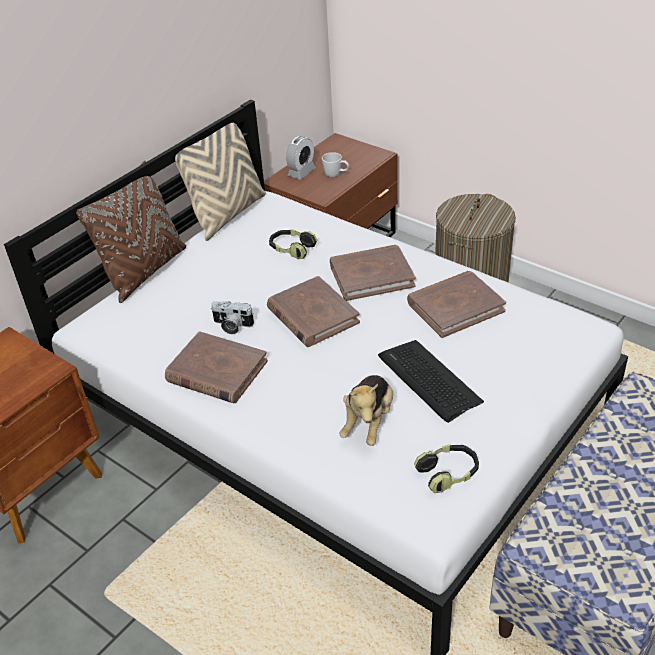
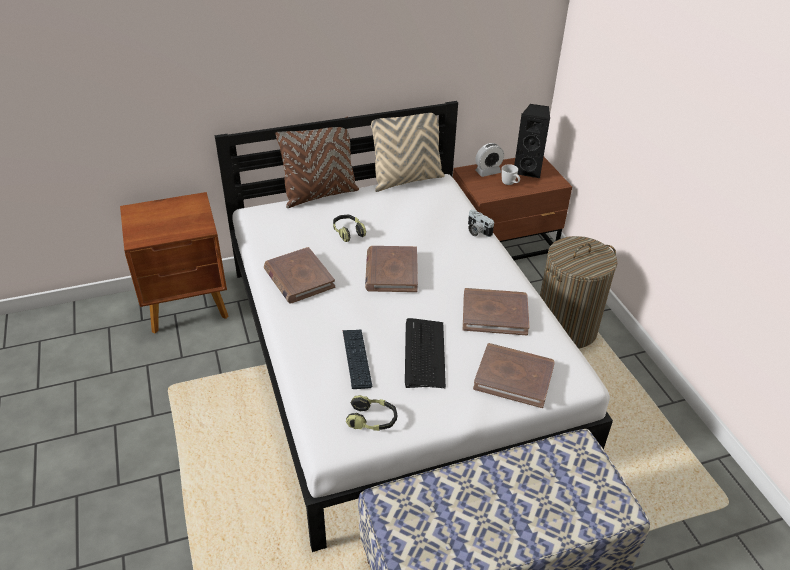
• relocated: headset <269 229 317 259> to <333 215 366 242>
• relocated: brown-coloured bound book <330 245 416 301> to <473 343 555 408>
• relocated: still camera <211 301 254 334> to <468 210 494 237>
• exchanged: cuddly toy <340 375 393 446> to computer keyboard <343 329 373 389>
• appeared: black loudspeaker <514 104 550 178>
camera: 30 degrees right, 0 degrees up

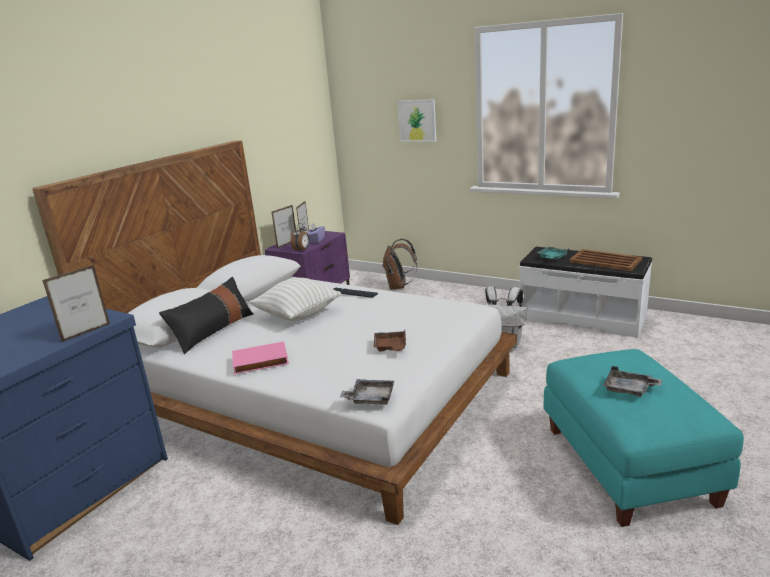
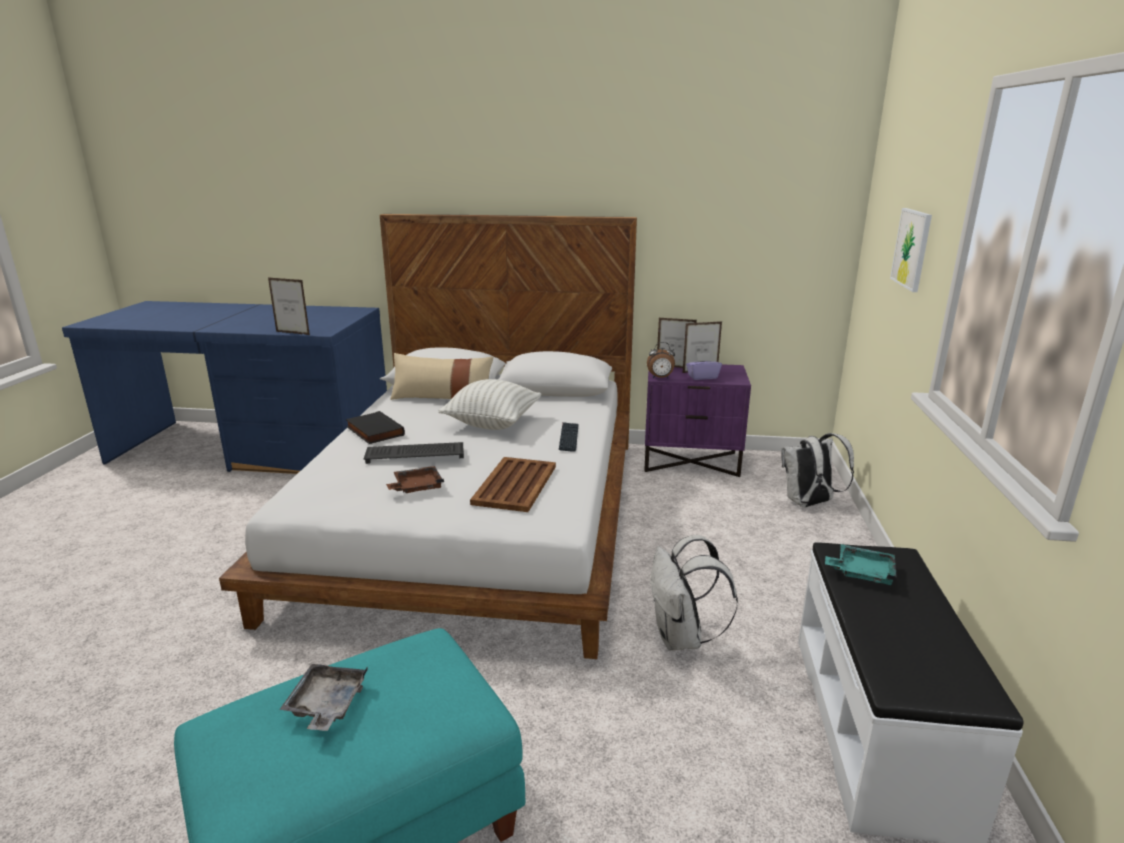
• colour: brown-coloured knapsack <382 239 417 290> to white-coloured knapsack <781 433 854 507>
• relocated: brown-coloured tray <569 249 642 271> to <470 457 556 512>
• colour: black cushion <159 277 253 354> to beige-coloured cushion <390 353 493 400>
• colour: pink bound book <232 341 289 374> to black bound book <346 411 405 444>
• missing: grey tray <340 379 394 405>
• appeared: computer keyboard <363 442 464 464>
camera: 65 degrees right, 0 degrees up

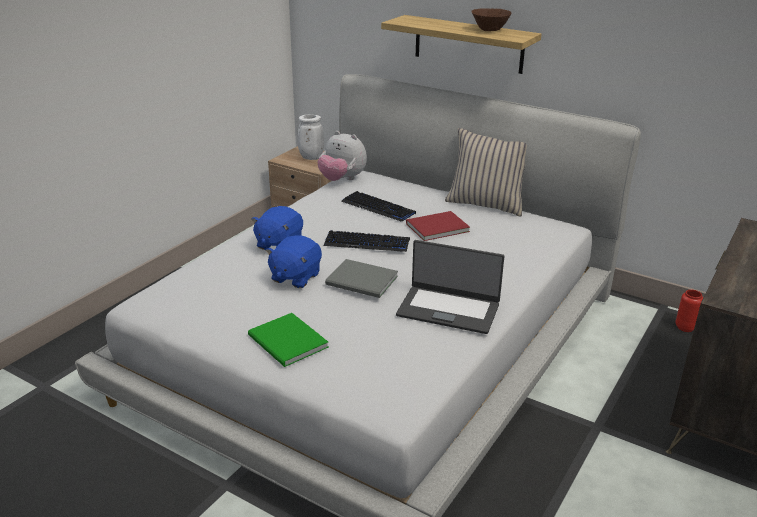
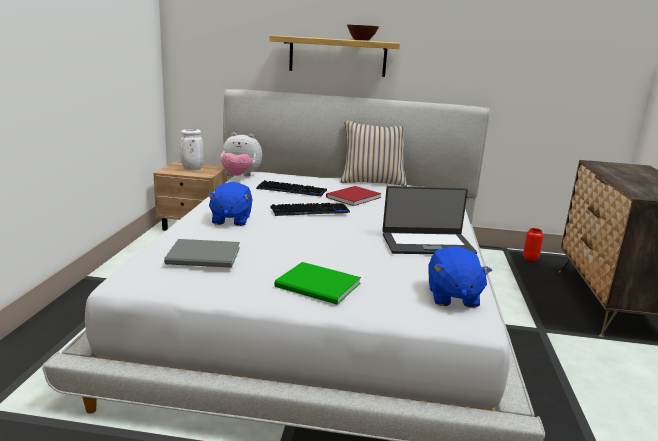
• relocated: bluish cuddly toy <265 235 322 288> to <428 246 492 308>
• relocated: grey bound book <325 259 398 298> to <164 239 240 268>
camera: 25 degrees left, 10 degrees down

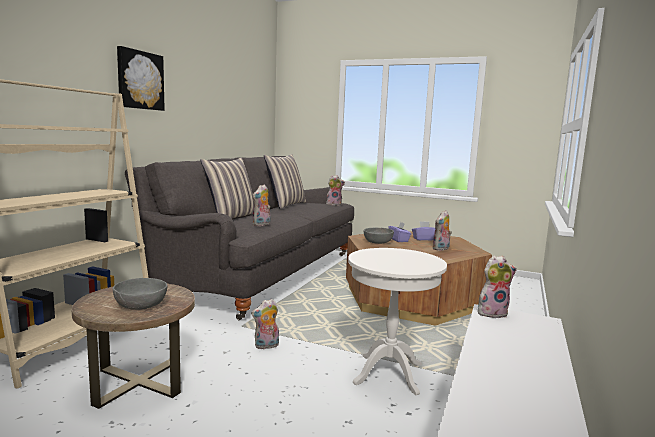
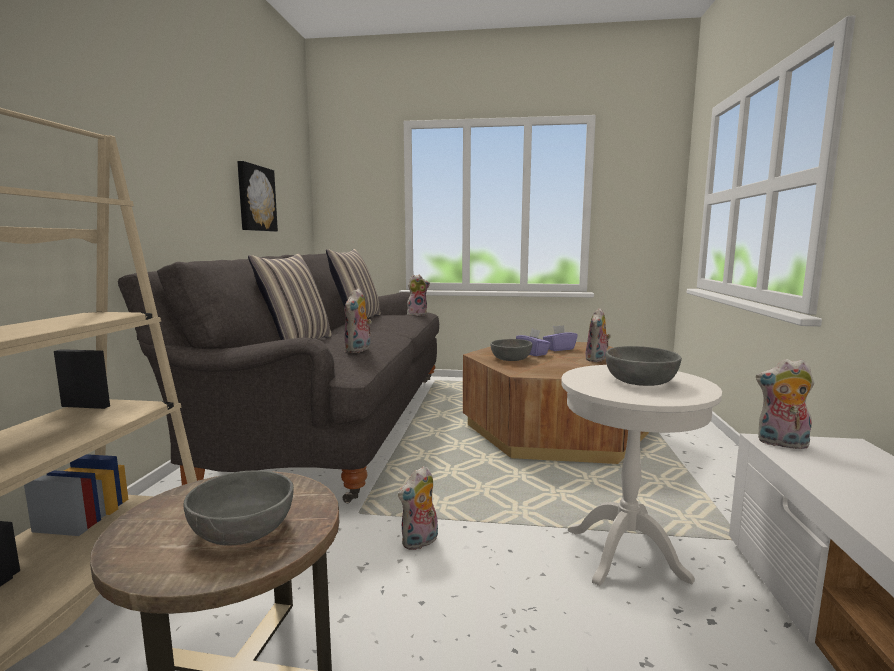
• relocated: wall picture <117 46 165 111> to <237 161 278 232>
• spun: cuddly toy <478 255 517 318> = <756 359 814 449> 135 degrees counterclockwise
• appeared: grey bowl <605 346 682 386>
camera: 15 degrees left, 0 degrees up

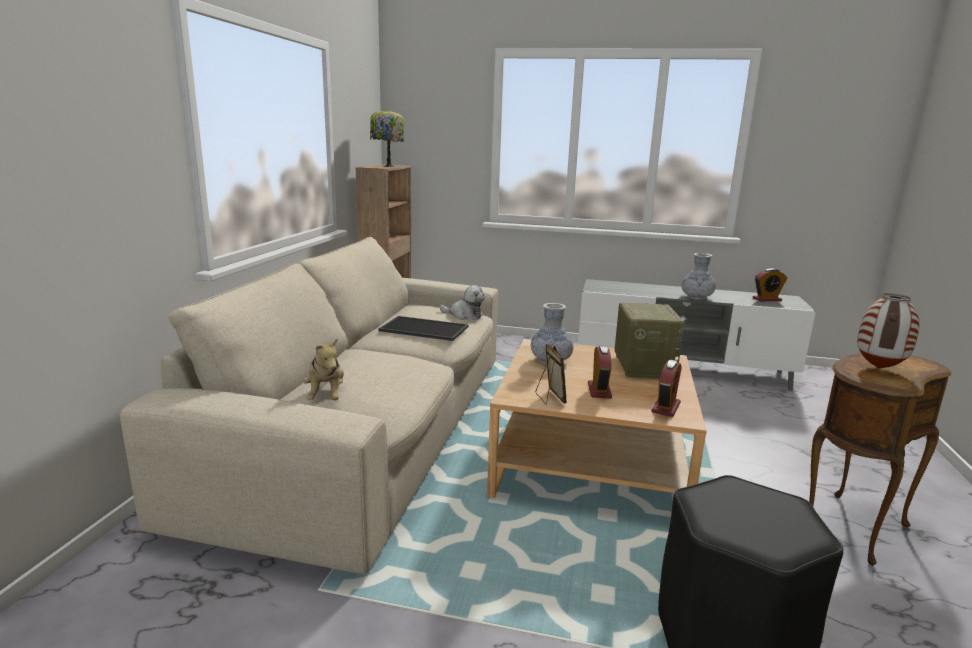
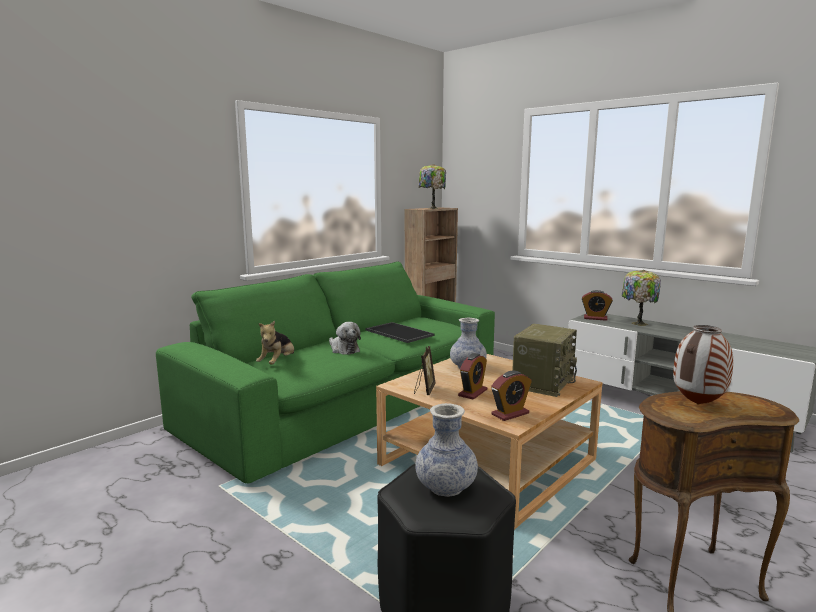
• colour: beige-coloured settee <120 237 498 574> to green-coloured settee <156 262 495 484>
• relocated: flower vase <682 253 716 300> to <415 403 478 497>
• relocated: table clock <753 268 788 302> to <582 290 613 321>
• relocated: cuddly toy <440 285 485 320> to <329 322 361 355>
• appeared: table lamp <622 270 661 326>
camera: 30 degrees right, 5 degrees down

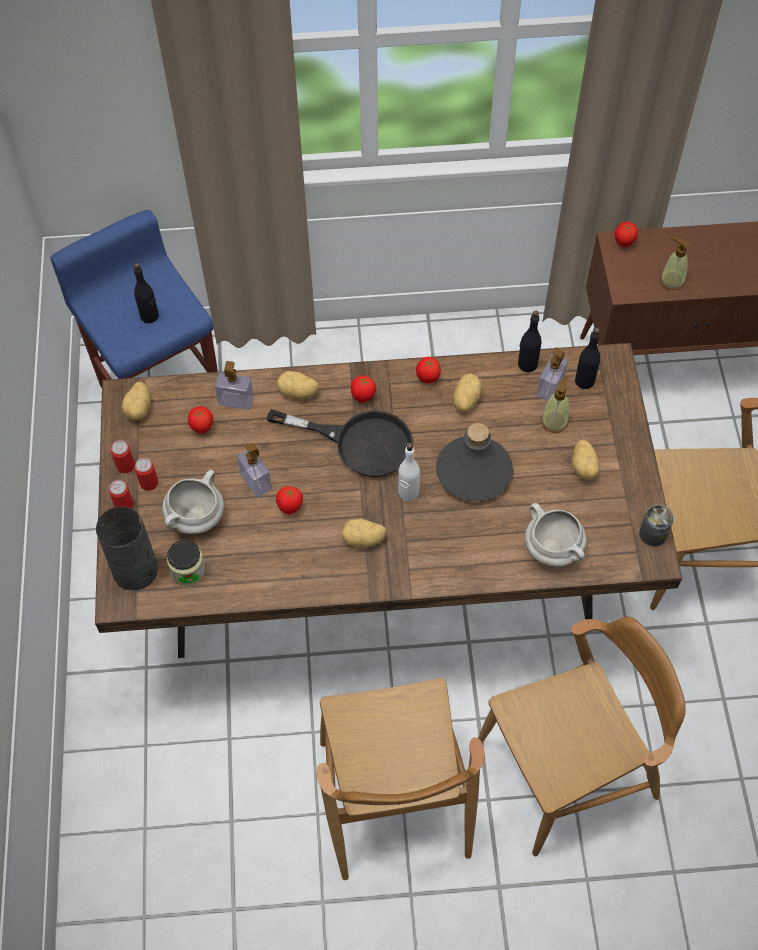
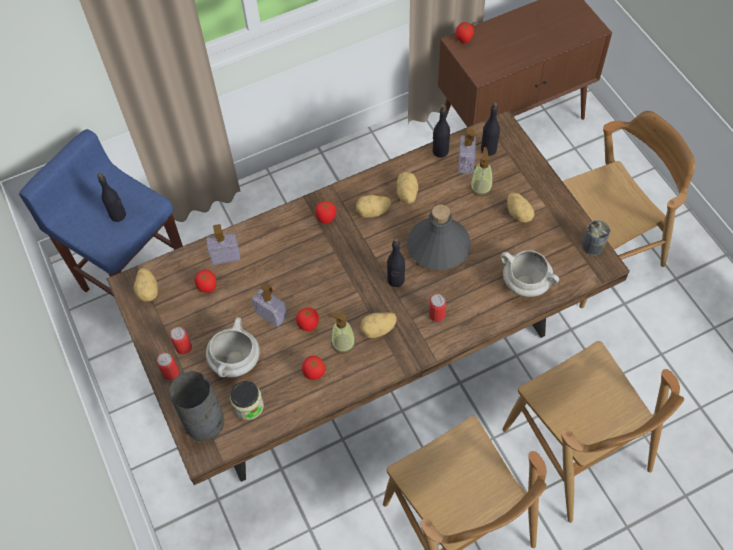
• relocated: liquid soap bottle <660 237 690 290> to <327 313 356 354>
• relocated: tomato <416 357 441 383> to <302 356 325 380>
• relocated: potato <277 371 319 399> to <356 195 391 218>
• missing: black frying pan <267 409 413 477>
• relocated: sealed can <111 440 135 473> to <429 294 446 322>
• colour: white-coloured drink bottle <398 442 420 501> to black drink bottle <387 238 405 287>
• spun: brown-coloured plain chair <478 617 686 856> = <502 341 684 523> 105 degrees clockwise
camera: 20 degrees left, 0 degrees up

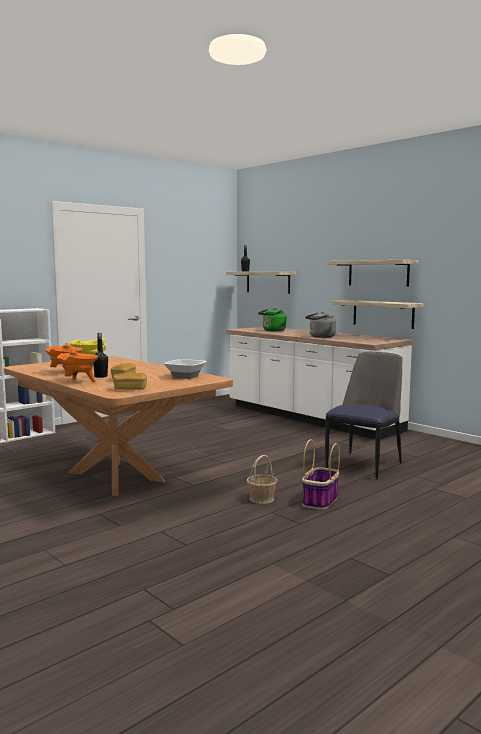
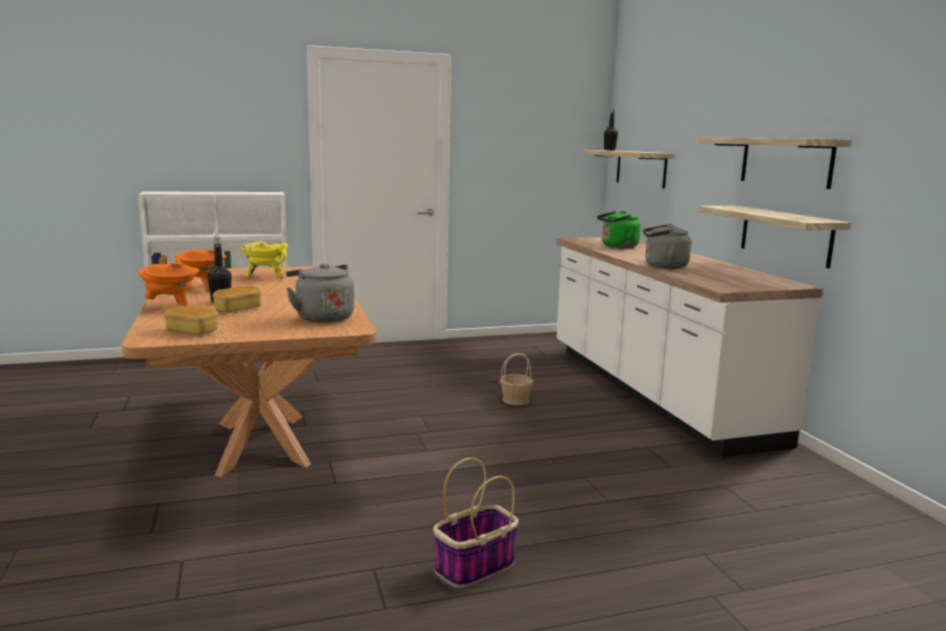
• missing: plain chair <325 352 403 480>
• exchanged: bowl <164 359 207 379> to grey kettle <286 263 354 323>
• relocated: household basket <247 455 277 504> to <500 353 533 405>
camera: 25 degrees right, 5 degrees up

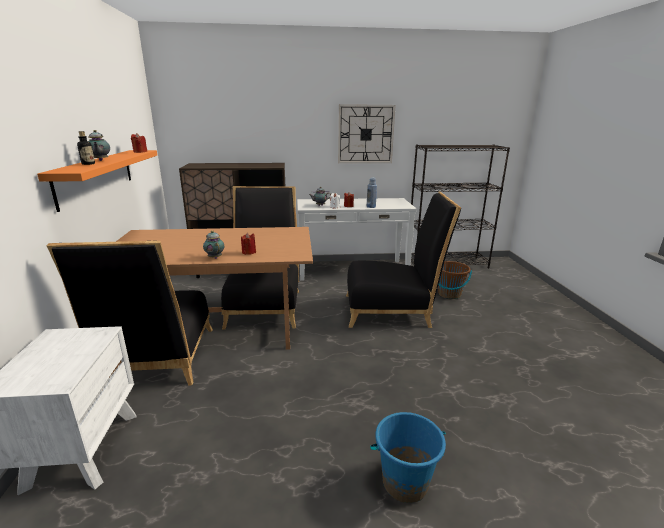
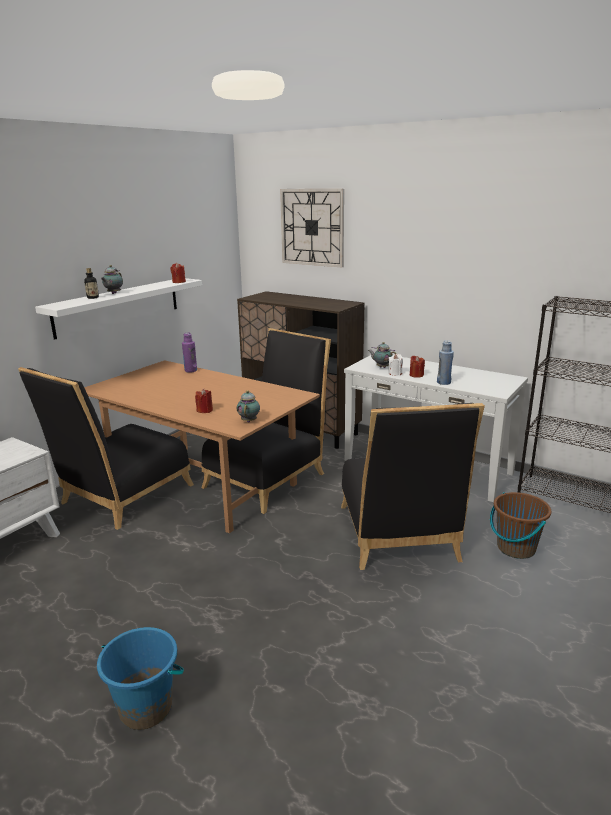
• relocated: clock on the wall <338 104 396 163> to <280 189 344 267>
• colour: orange-coloured wall shelf <37 150 157 212> to white-coloured wall shelf <35 278 202 340>
• spun: black plain chair <346 192 461 328> = <341 403 485 570> 45 degrees clockwise
• relocated: pot for tea <203 230 224 259> to <237 390 260 422>
• appeared: purplish drink bottle <182 333 197 372>
camera: 40 degrees right, 0 degrees up

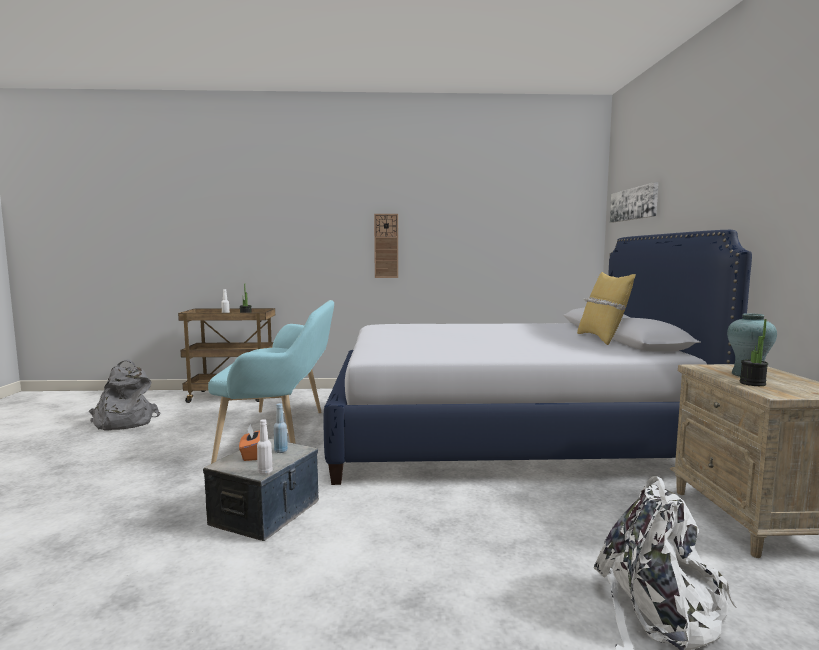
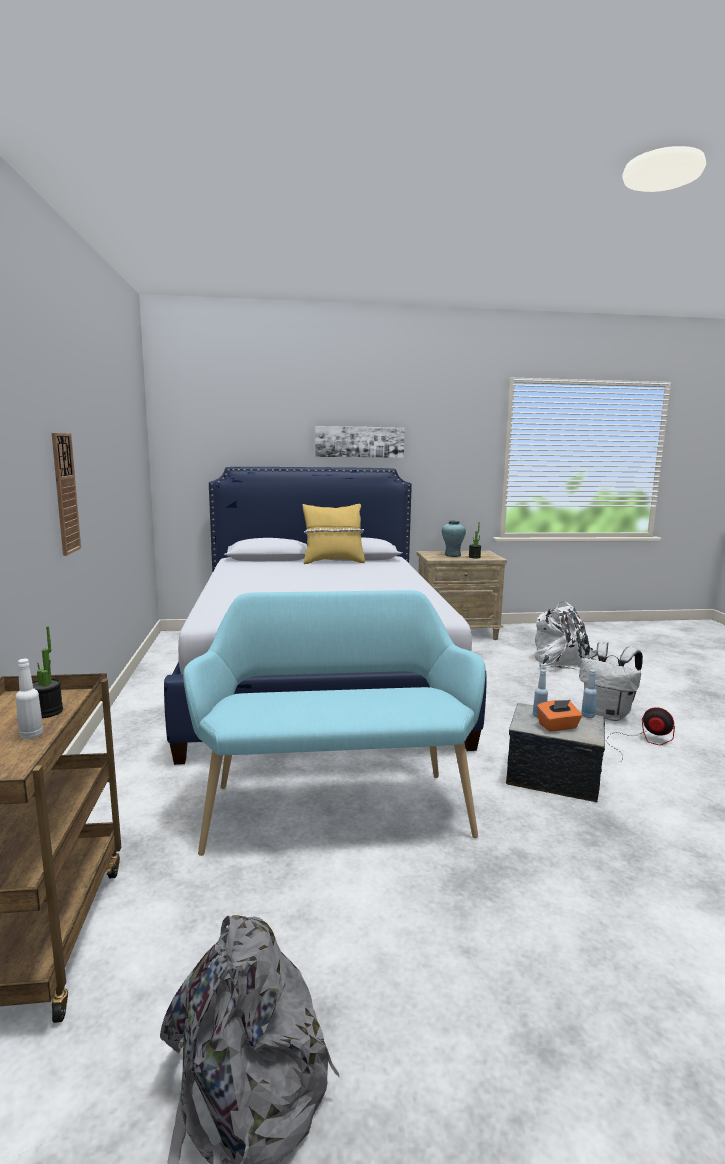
• relocated: wall picture <610 182 658 222> to <315 426 405 458>
• colour: white-coloured drink bottle <257 419 273 475> to bluish drink bottle <581 670 597 718>
• appeared: white-coloured knapsack <579 642 643 721>
• appeared: electric fan <606 707 675 761>
camera: 95 degrees left, 5 degrees up

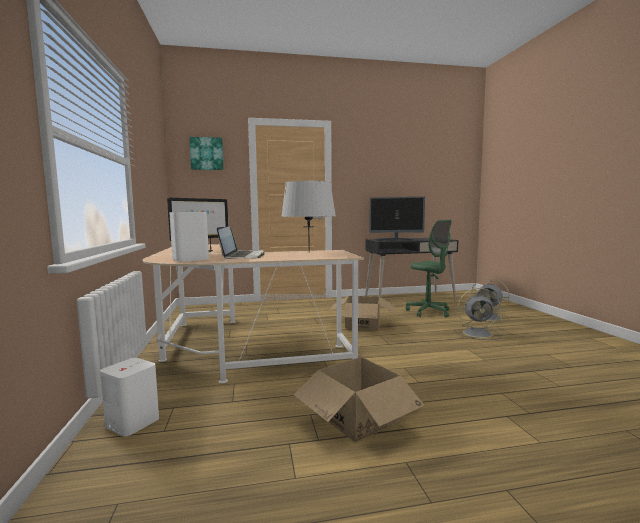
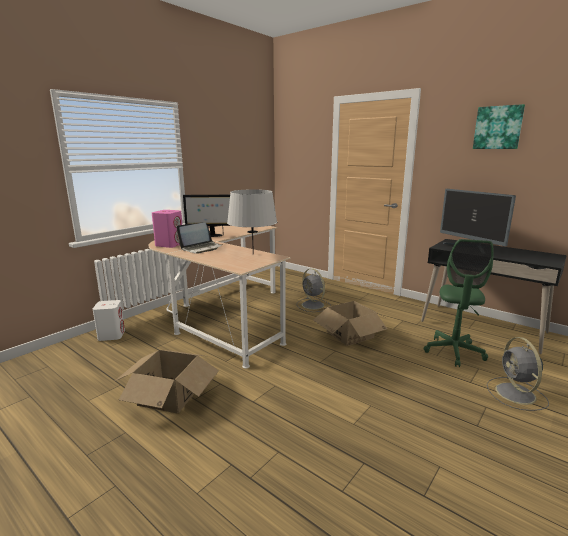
• relocated: wall picture <189 137 224 170> to <473 104 525 149>
• colour: white-coloured loudspeaker <169 212 209 262> to pink loudspeaker <152 210 182 248>
• relocated: grey electric fan <454 288 501 340> to <297 268 331 312>
camera: 50 degrees right, 10 degrees up

